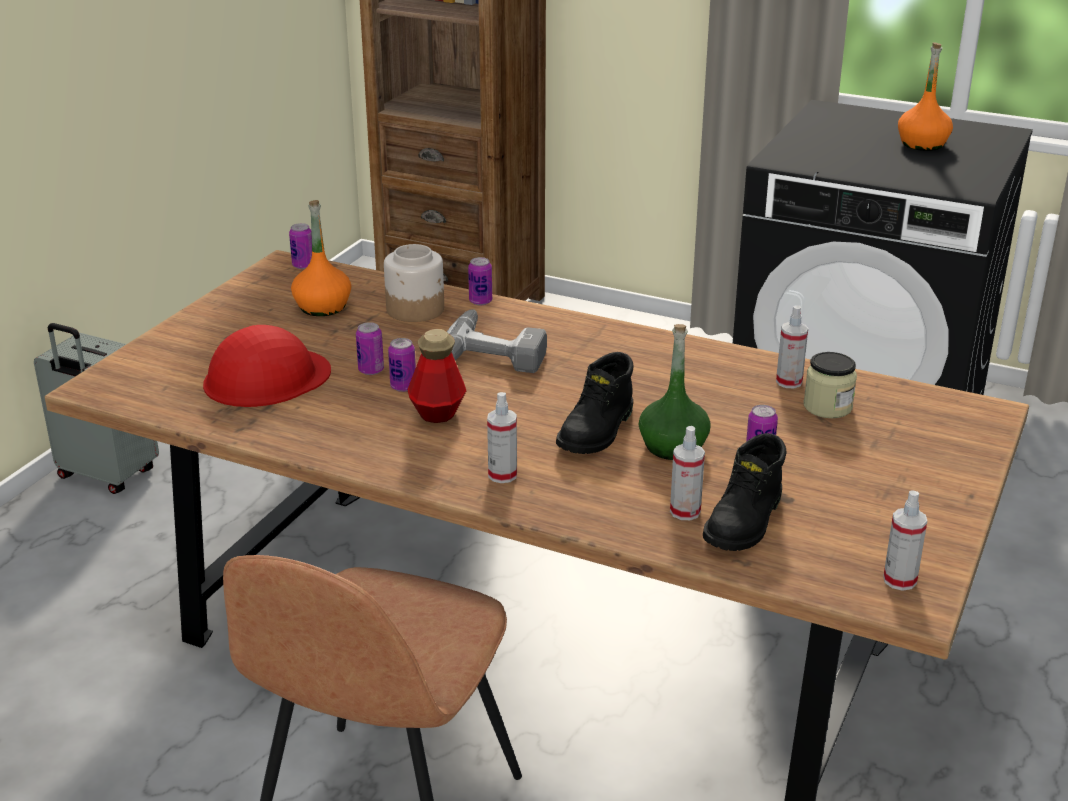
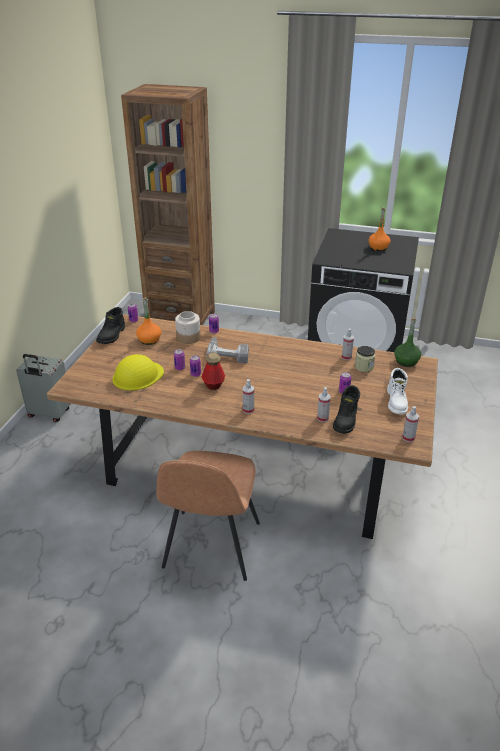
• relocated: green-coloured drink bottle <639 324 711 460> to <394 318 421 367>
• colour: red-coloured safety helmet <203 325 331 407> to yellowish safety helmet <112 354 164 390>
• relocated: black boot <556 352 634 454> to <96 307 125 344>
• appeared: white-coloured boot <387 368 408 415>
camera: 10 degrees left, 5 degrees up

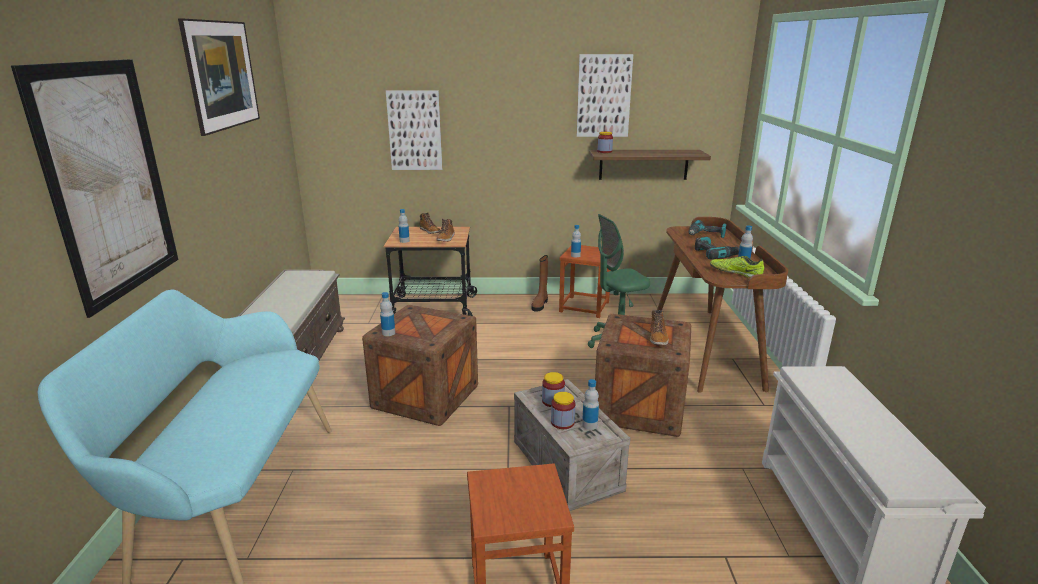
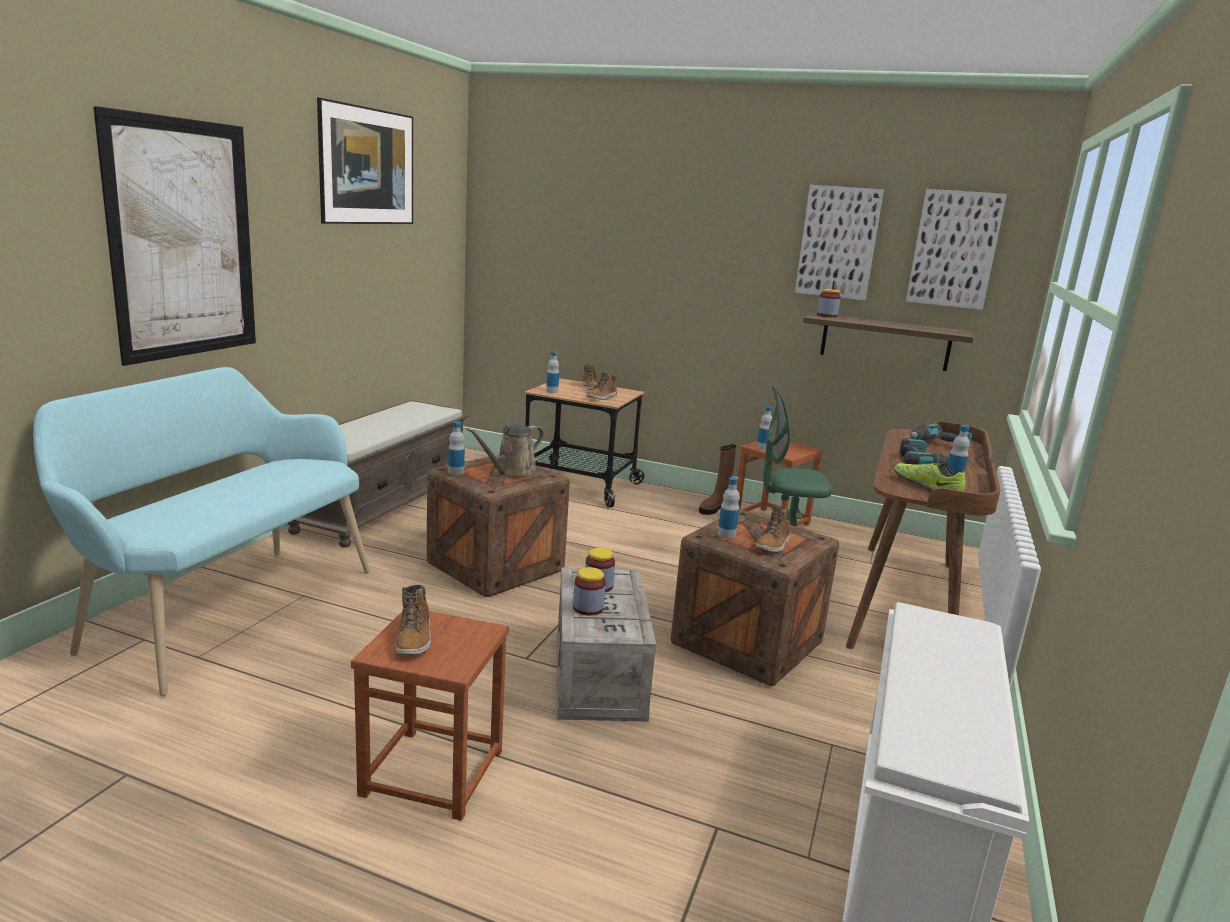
• relocated: wall picture <386 90 442 170> to <906 189 1007 310>
• relocated: drink bottle <582 379 599 430> to <718 477 740 538>
• appeared: brown-coloured watering can <466 424 544 478>
• appeared: boot <395 585 431 655>
camera: 20 degrees right, 5 degrees down

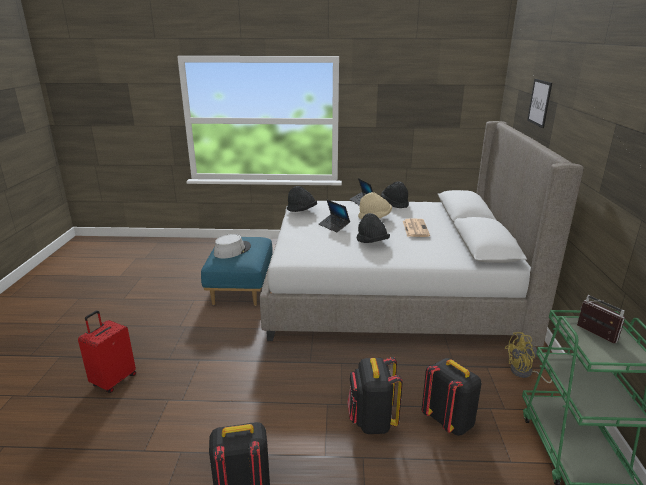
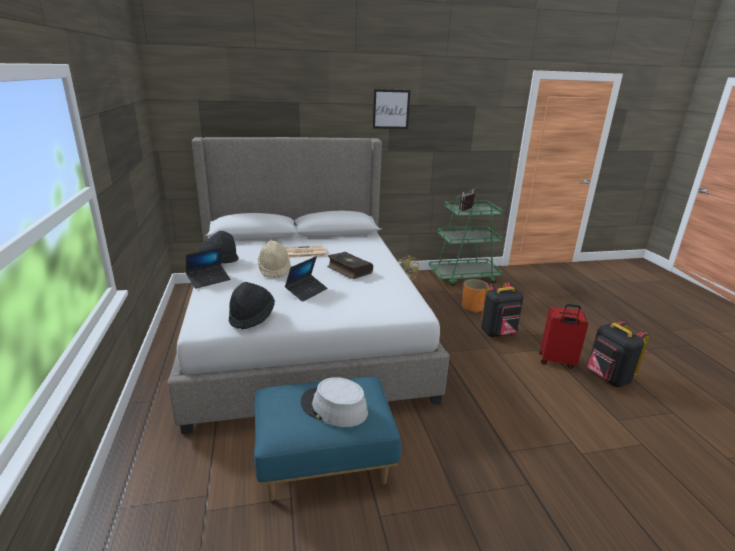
• relocated: wall picture <527 79 552 128> to <373 89 410 129>
• exchanged: black wearable hat <357 213 390 243> to bound book <327 252 373 279>
• relocated: red-coloured travel case <78 310 136 393> to <539 304 588 369>
• exchanged: black knapsack <422 358 482 436> to orange-coloured flower pot <462 279 488 313>
camera: 105 degrees left, 0 degrees up

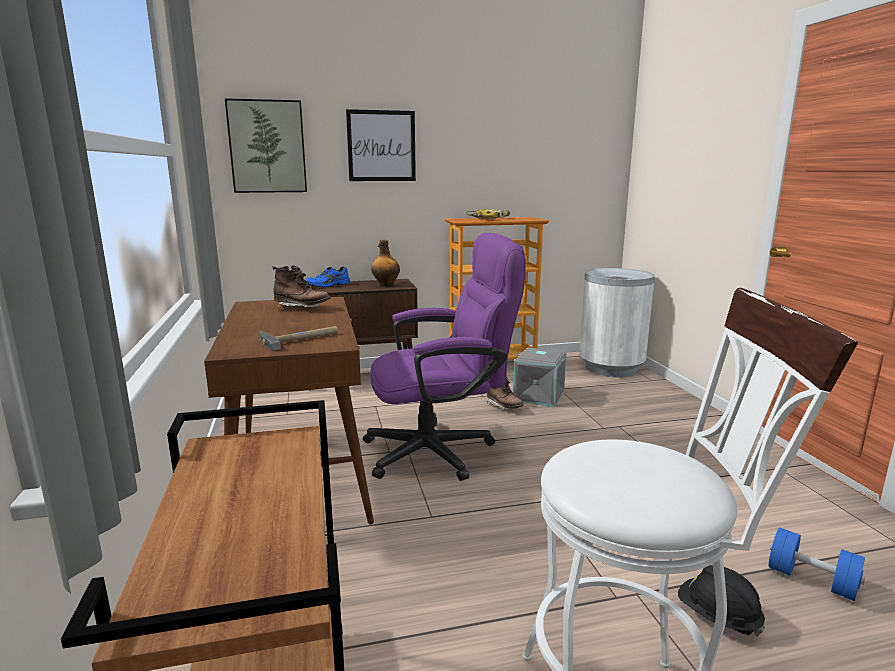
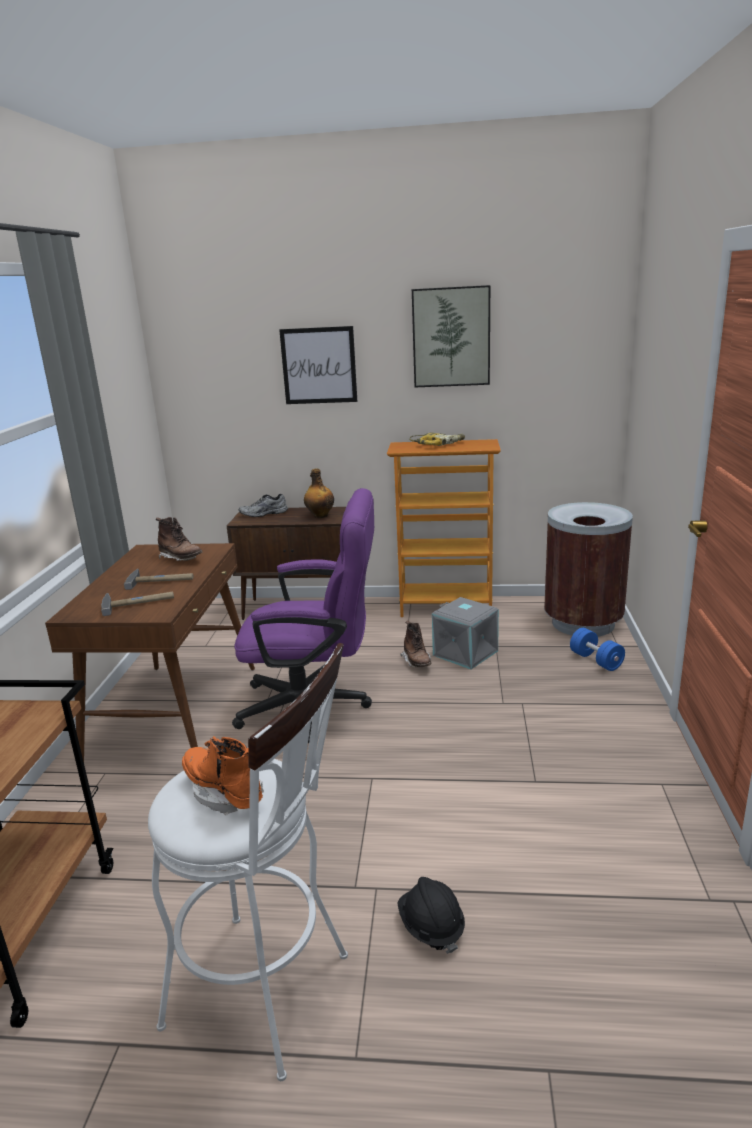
• relocated: wall picture <225 98 307 193> to <412 285 490 387>
• colour: bluish item of footwear <305 266 350 287> to grey item of footwear <239 494 288 517>
• colour: white-coloured waste bin <579 268 655 377> to brown-coloured waste bin <544 502 633 637>
• relocated: bluish hand weight <769 528 865 601> to <570 628 625 671>
• appeared: hand hammer <124 569 193 590>
• appeared: orange-coloured boot <182 736 264 815>
camera: 20 degrees right, 5 degrees up

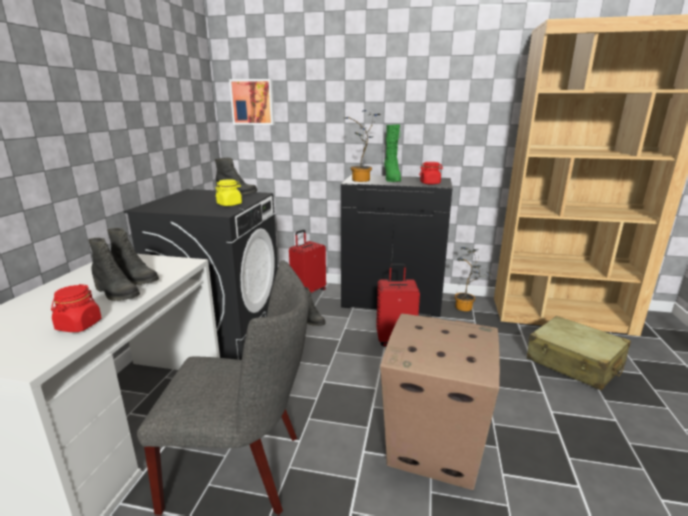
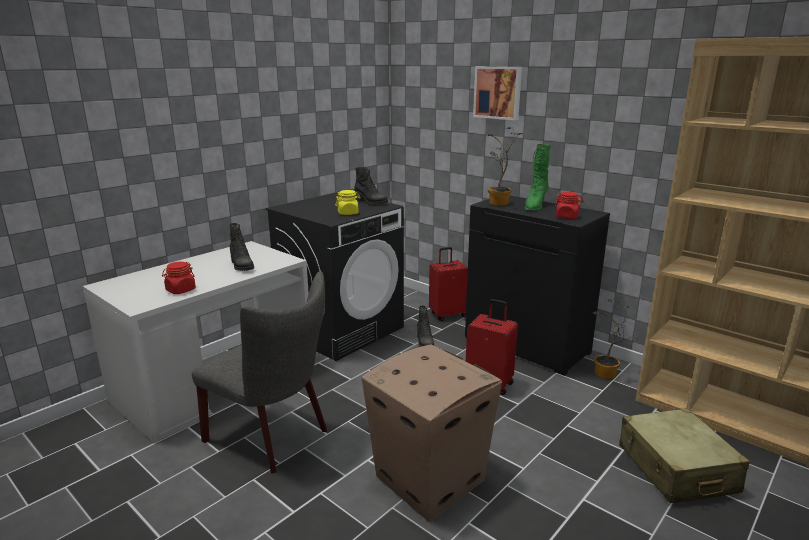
• relocated: wall picture <229 79 275 125> to <473 66 522 120>
• missing: black boot <88 238 140 301>
camera: 30 degrees right, 0 degrees up

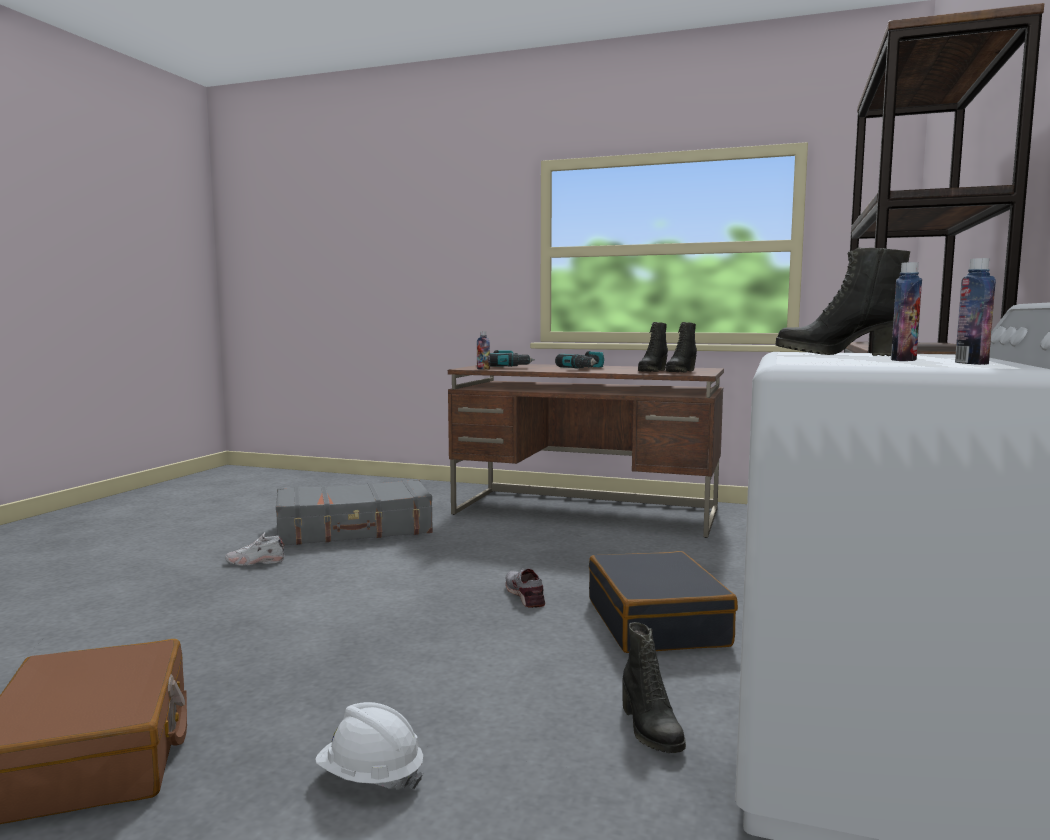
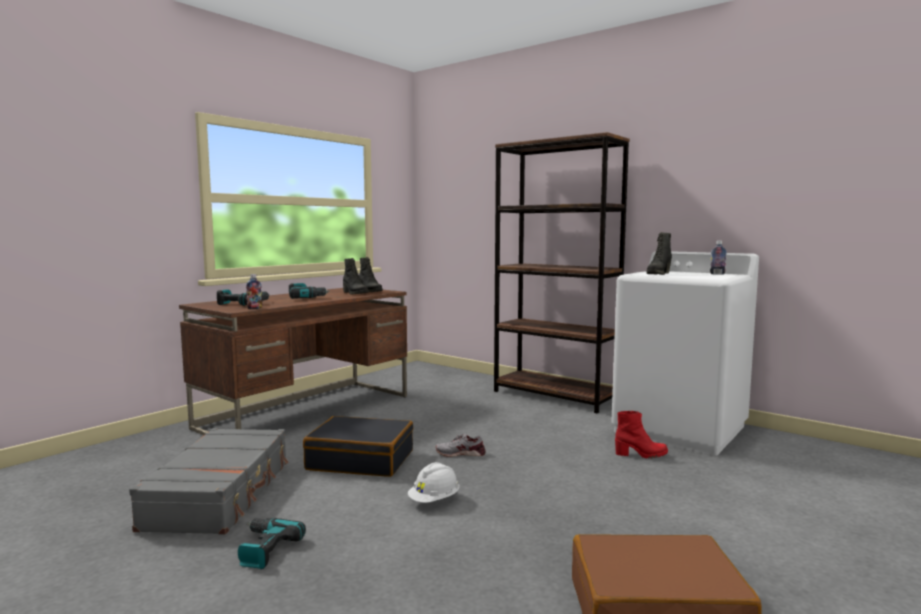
• missing: drink bottle <891 262 922 361>
• exchanged: white-coloured item of footwear <225 532 284 566> to drill <238 518 306 569>
• relocated: black travel case <589 551 738 653> to <303 416 413 477>
• colour: black boot <622 622 686 753> to red-coloured boot <615 411 668 459>
• relocated: white-coloured safety helmet <315 702 423 790> to <408 462 460 503>
camera: 70 degrees left, 0 degrees up

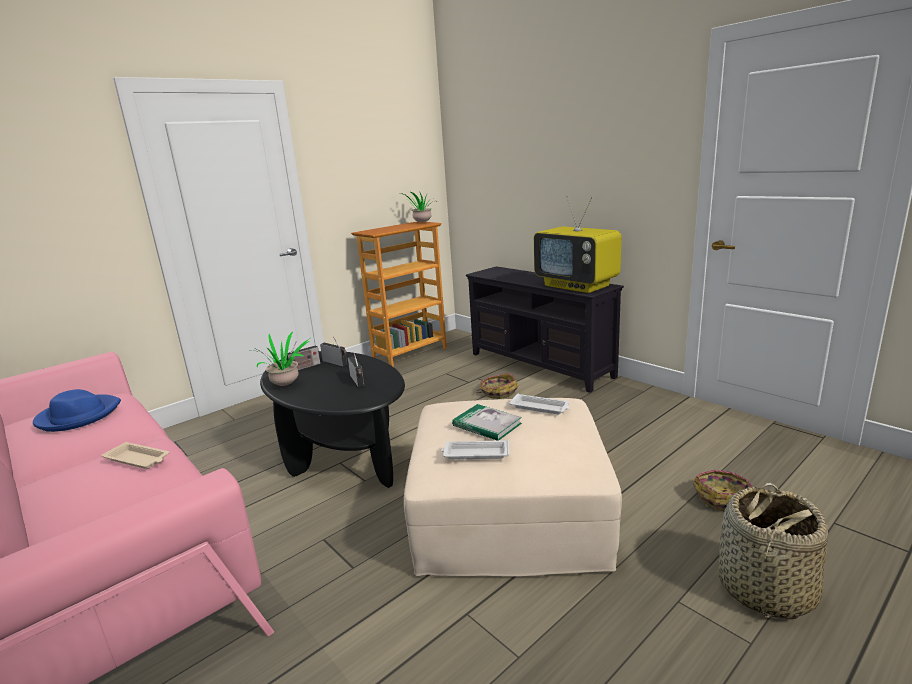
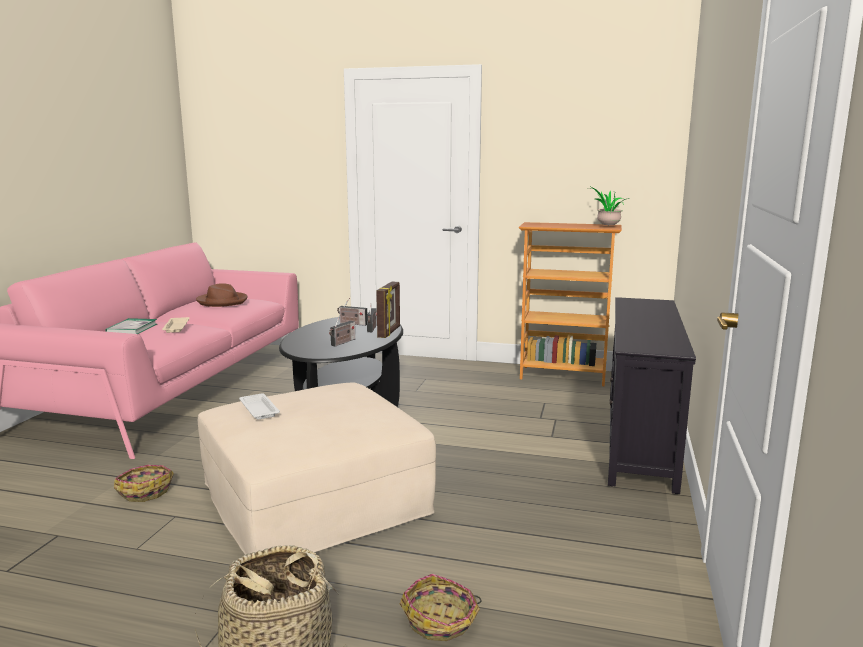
• missing: TV set <534 195 622 293>
• missing: potted plant <251 332 310 386>
• relocated: household basket <476 373 518 399> to <114 465 174 502>
• colour: bluish wearable hat <33 389 121 432> to brown-coloured wearable hat <196 283 248 307>
• missing: white-coloured tray <509 393 570 415>
• relocated: bound book <452 404 522 441> to <105 318 157 334>
• appeared: picture frame <376 282 400 338>
camera: 55 degrees right, 5 degrees down

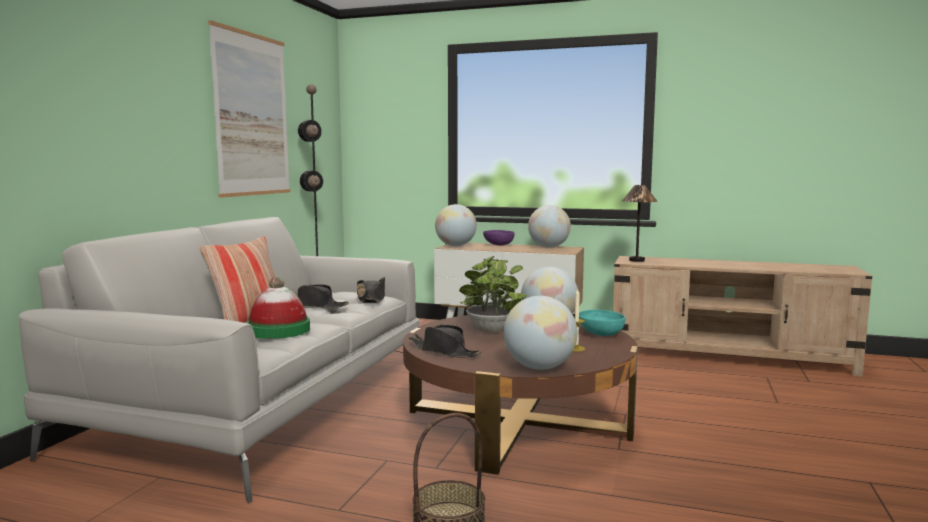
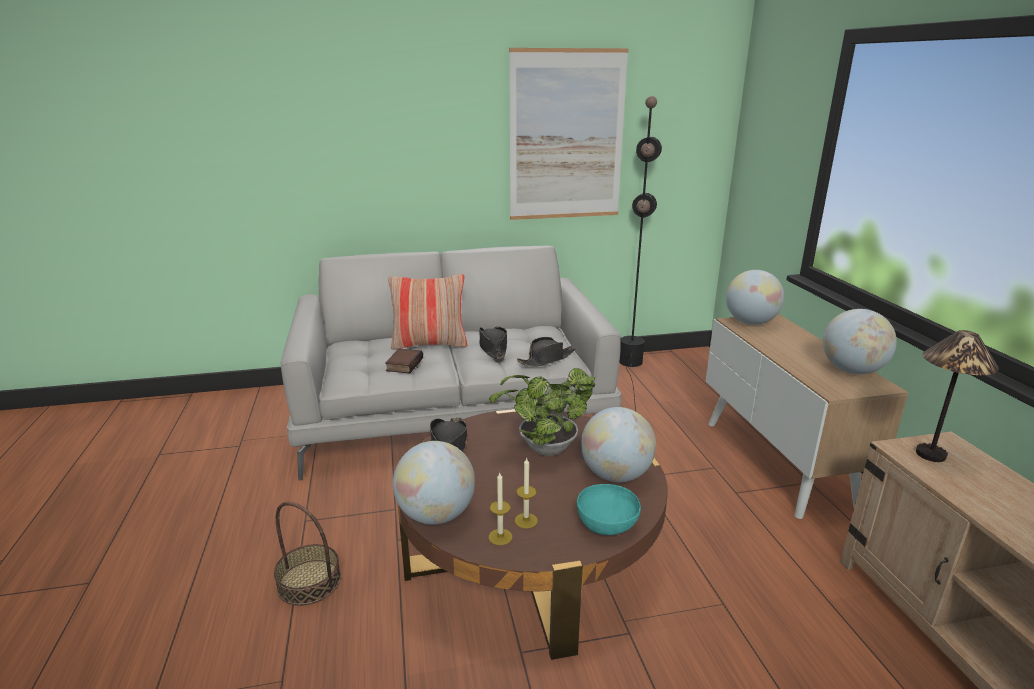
• missing: purplish bowl <483 230 515 246>
• exchanged: wearable hat <246 277 310 339> to bound book <385 348 423 373>
• appeared: wax light <489 473 512 545>
camera: 60 degrees right, 15 degrees up

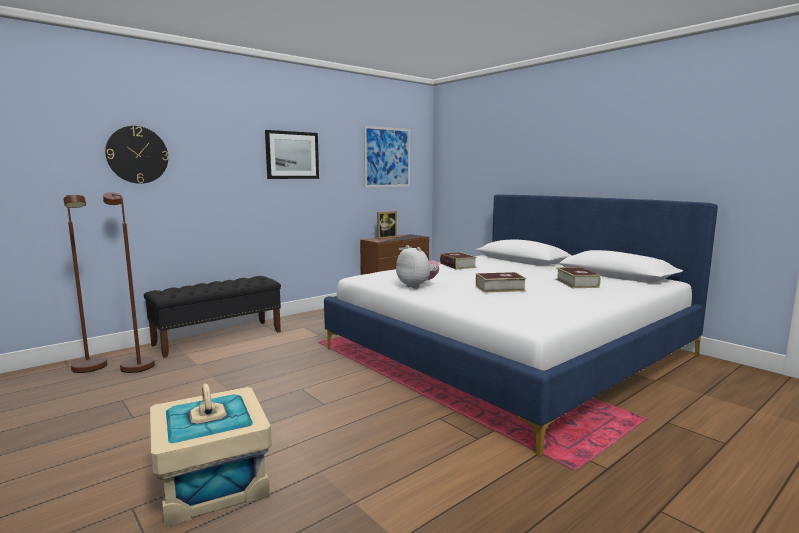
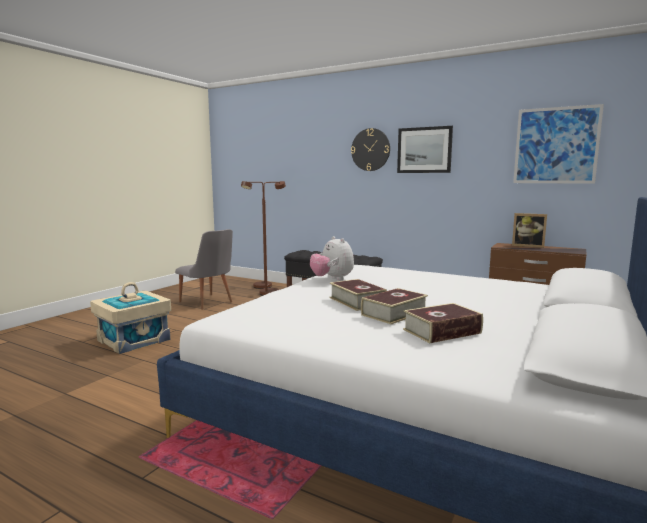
• relocated: clock on the wall <105 126 168 184> to <351 128 390 171>
• spun: cuddly toy <396 245 439 289> = <310 236 354 280> 120 degrees clockwise
• relocated: bound book <440 252 477 270> to <361 288 428 324>
• appeared: grey plain chair <175 229 233 310>
camera: 70 degrees right, 0 degrees up

